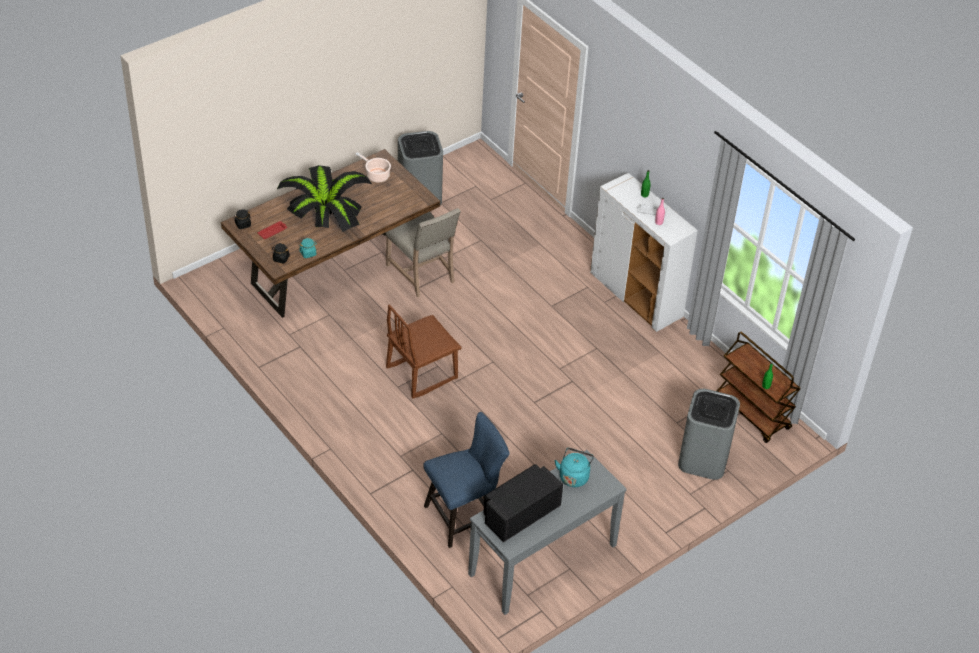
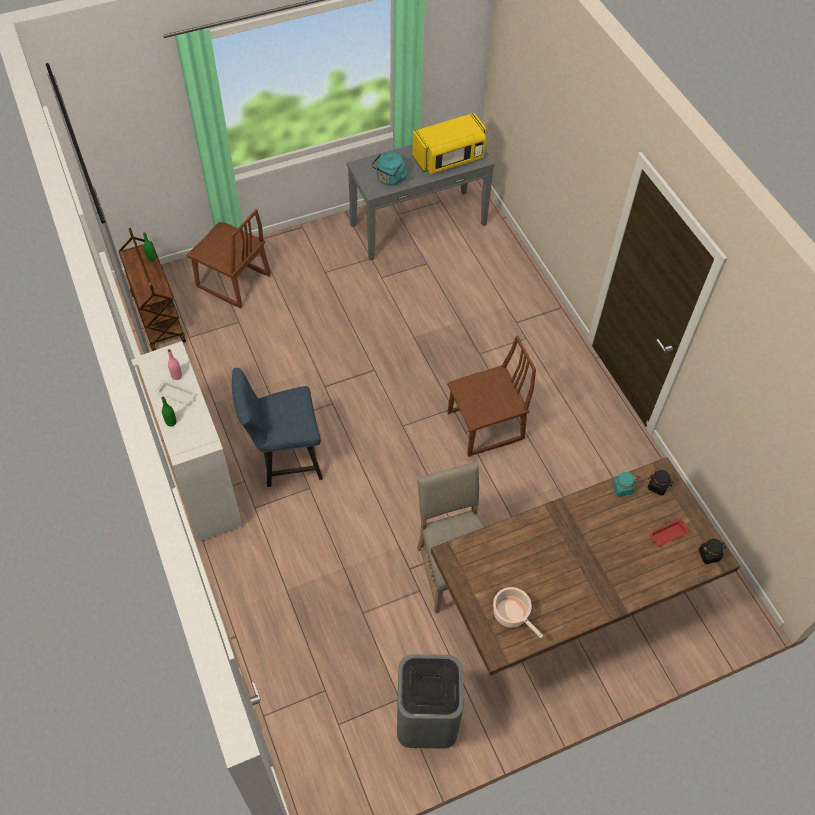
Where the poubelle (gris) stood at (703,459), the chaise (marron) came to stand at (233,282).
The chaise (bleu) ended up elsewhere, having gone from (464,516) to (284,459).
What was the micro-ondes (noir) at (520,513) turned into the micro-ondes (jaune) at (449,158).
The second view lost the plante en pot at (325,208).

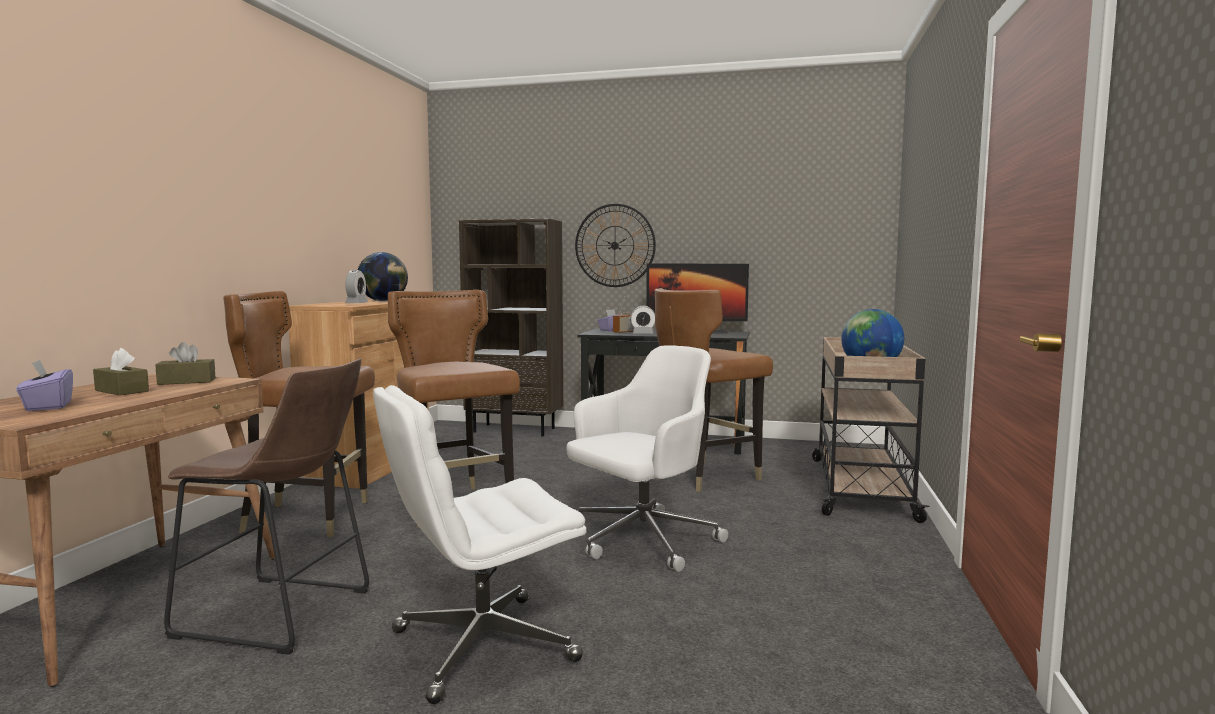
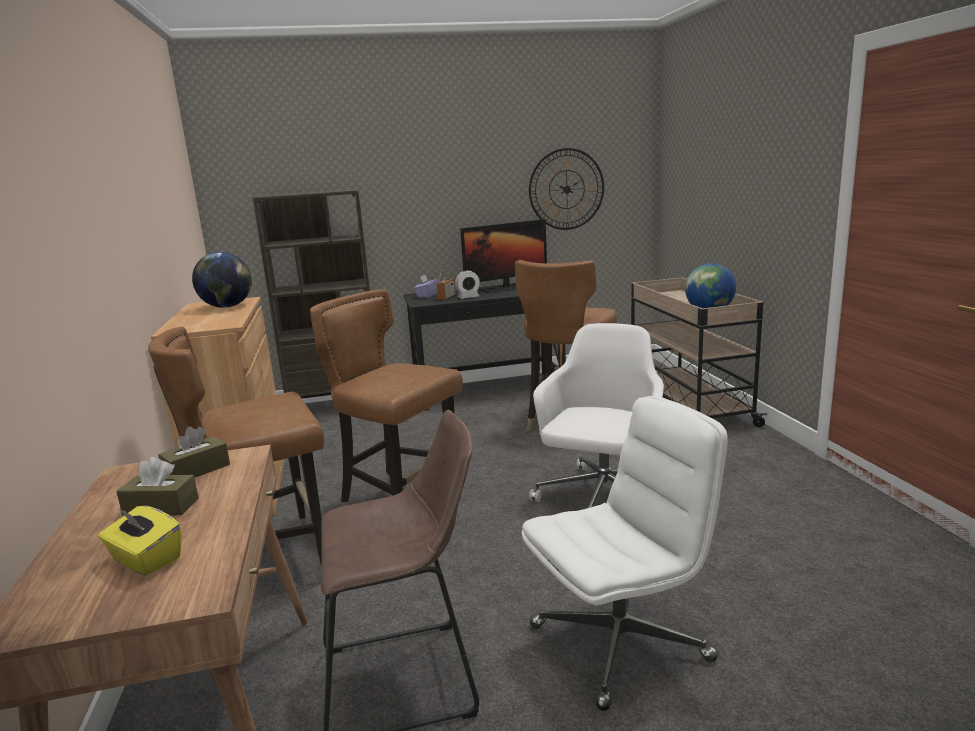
What was the boîte à mouchoirs (violet) at (48,406) turned into the boîte à mouchoirs (jaune) at (145,560).
The chaise de bureau (blanc) at (481,647) ended up facing another way, 150 degrees counterclockwise from before.
The horloge murale ended up elsewhere, having gone from (615,245) to (566,189).
The second view lost the réveil at (356,303).

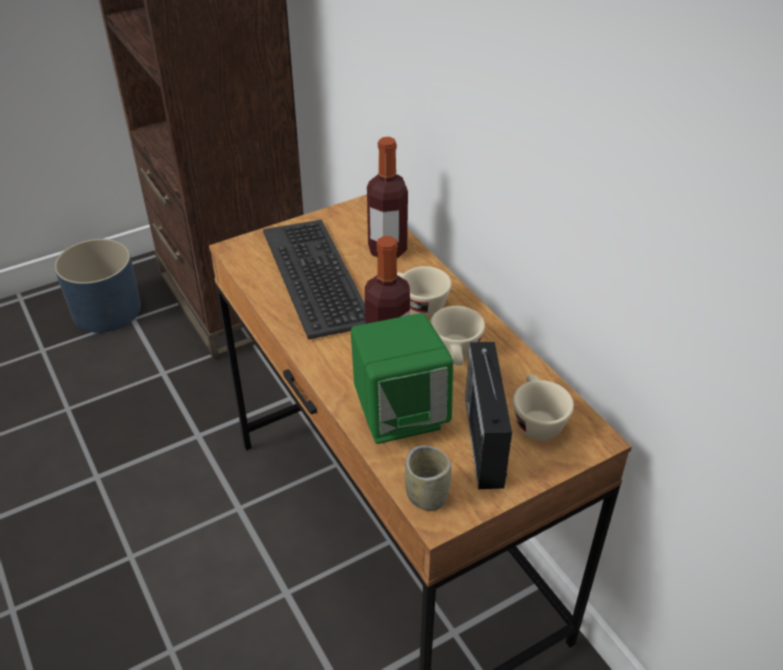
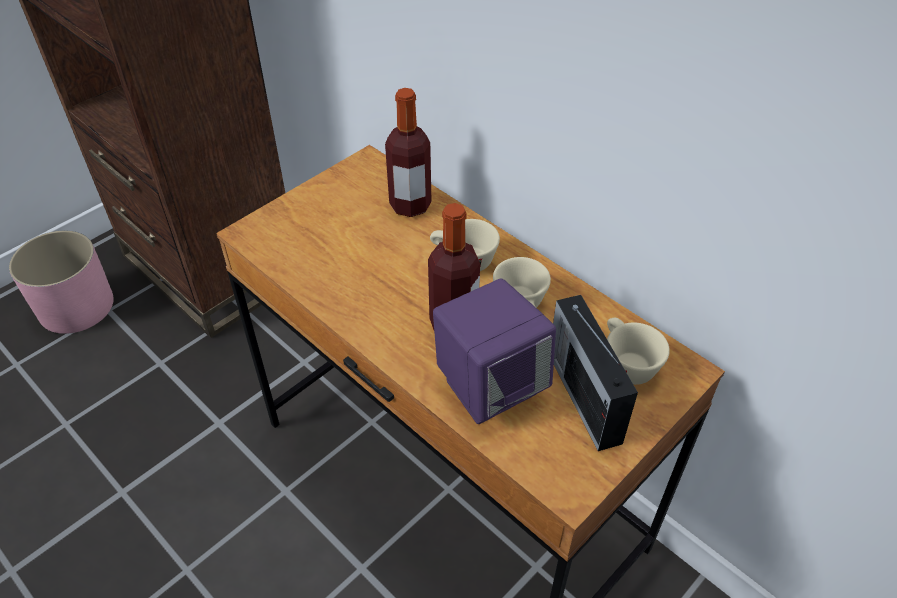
What was the cache-pot (bleu) at (106,311) turned into the cache-pot (rose) at (76,307).
What was the enceinte (vert) at (400,414) turned into the enceinte (violet) at (490,386).
The second view lost the clavier at (317,276).
The second view lost the tasse at (427,496).

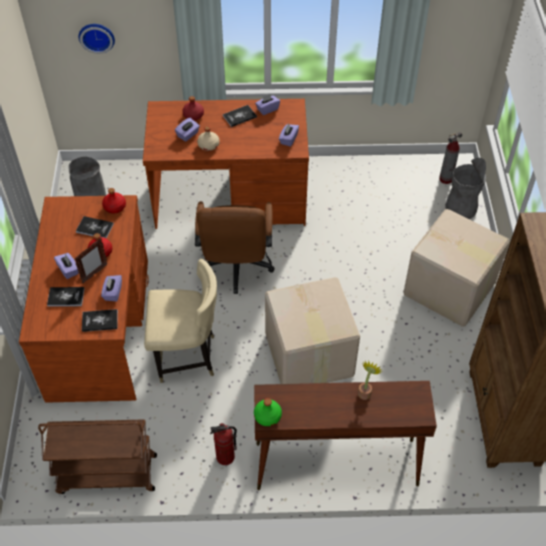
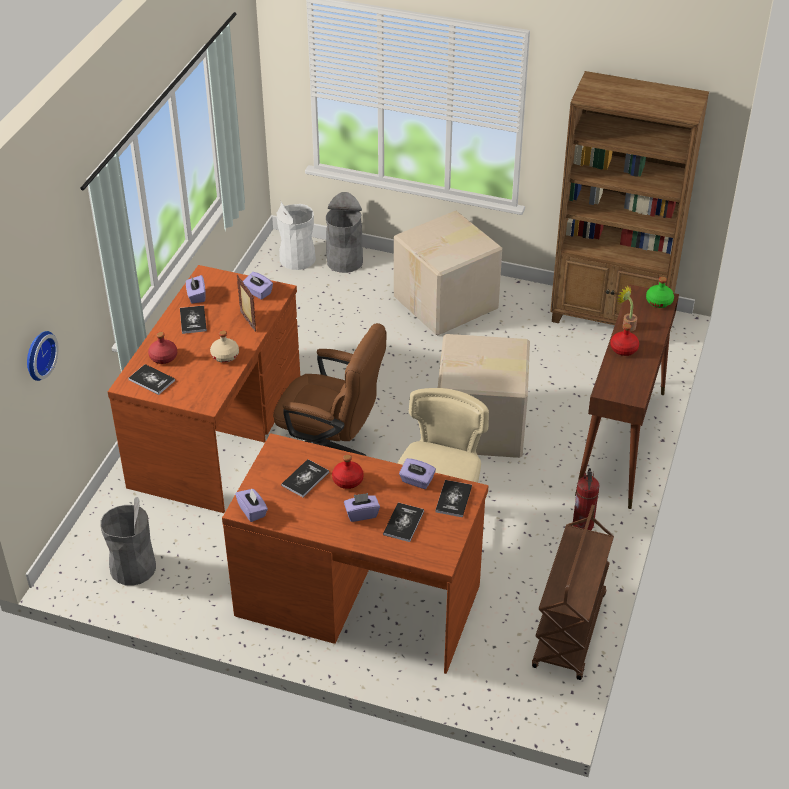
The second view gained the livre at (152,380).
The boîte à mouchoirs (violet) ended up elsewhere, having gone from (188,135) to (252,511).
The cadre photo ended up elsewhere, having gone from (94,274) to (248,322).
Where the extincteur stood at (446,179), the poubelle (blanc) came to stand at (297,259).
The bouteille (rouge) ended up elsewhere, having gone from (115,207) to (624,349).
The bouteille (vert) ended up elsewhere, having gone from (268,416) to (659,301).

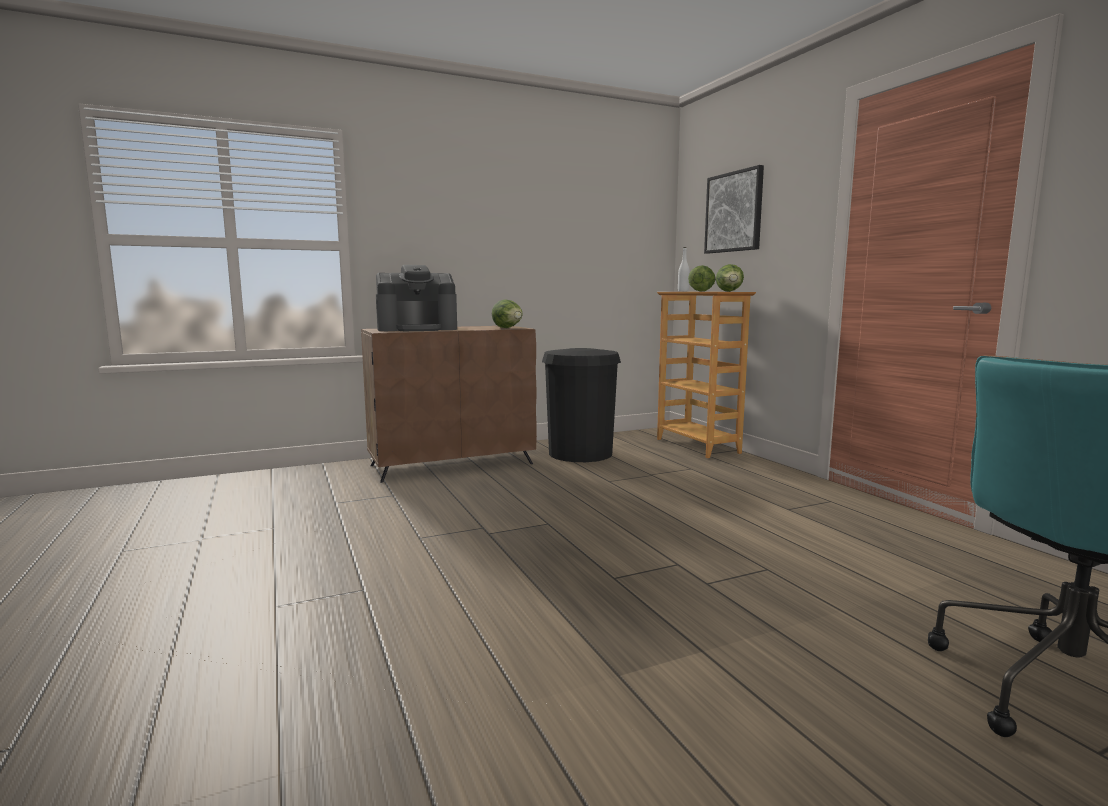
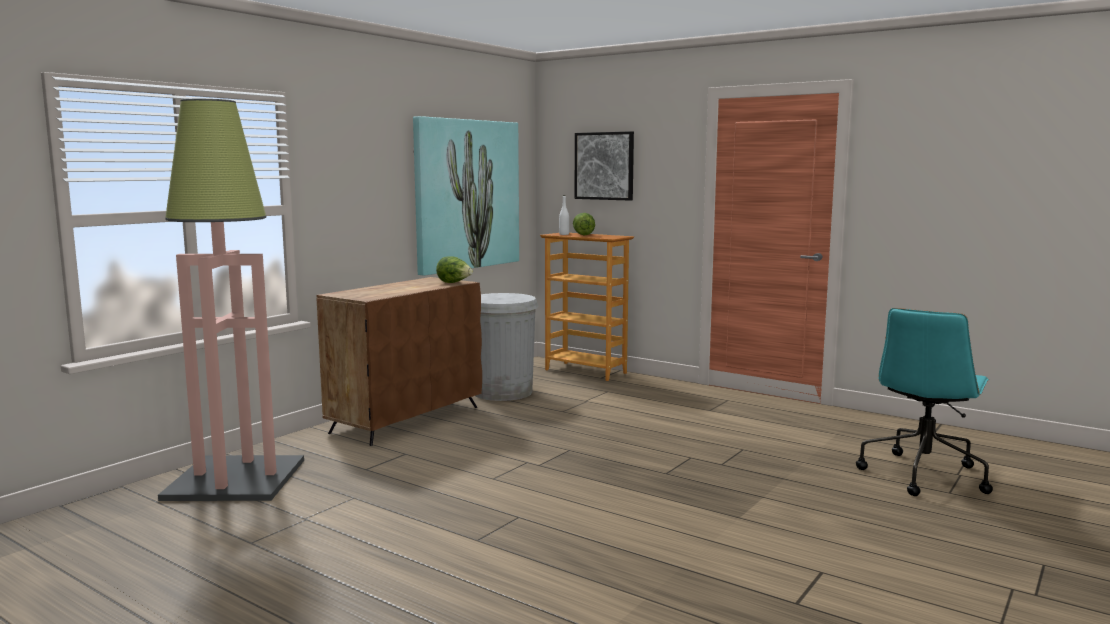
The second view gained the lampadaire at (235,479).
The second view gained the tableau at (466,194).
What was the poubelle (noir) at (580,453) turned into the poubelle (blanc) at (502,392).
The second view lost the machine à café at (417,329).
The second view lost the laitue at (729,291).

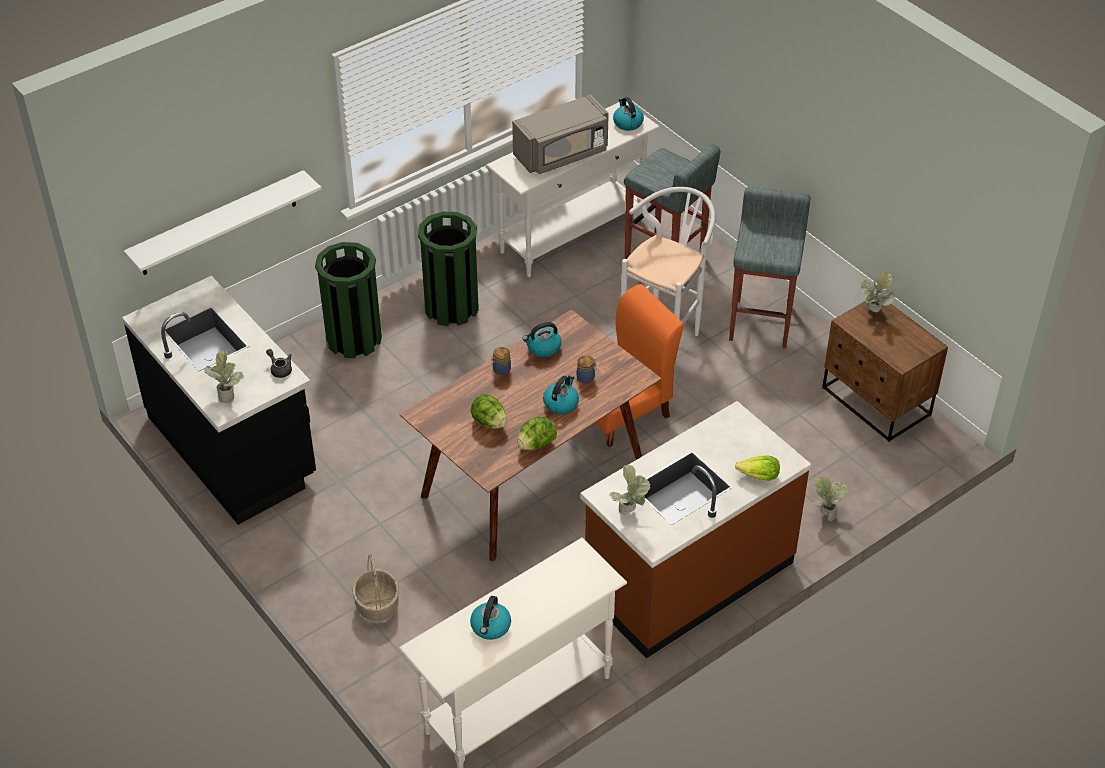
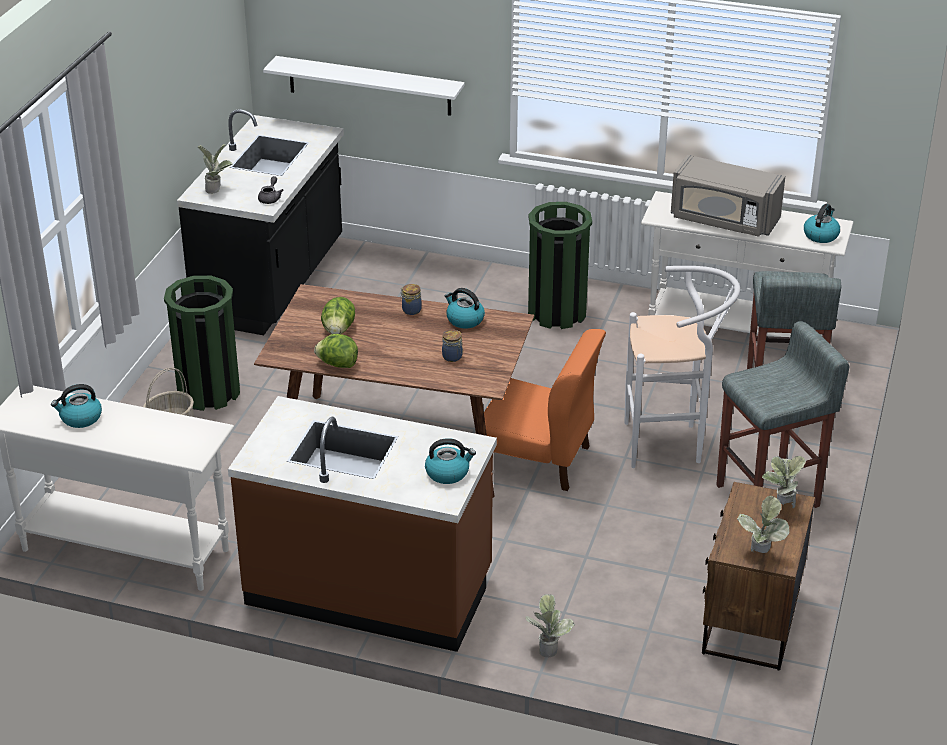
The poubelle (vert) ended up elsewhere, having gone from (354,339) to (209,392).
The bouilloire ended up elsewhere, having gone from (561,403) to (448,473).
The plante en pot ended up elsewhere, having gone from (630,512) to (760,554).
The second view lost the laitue at (758,476).

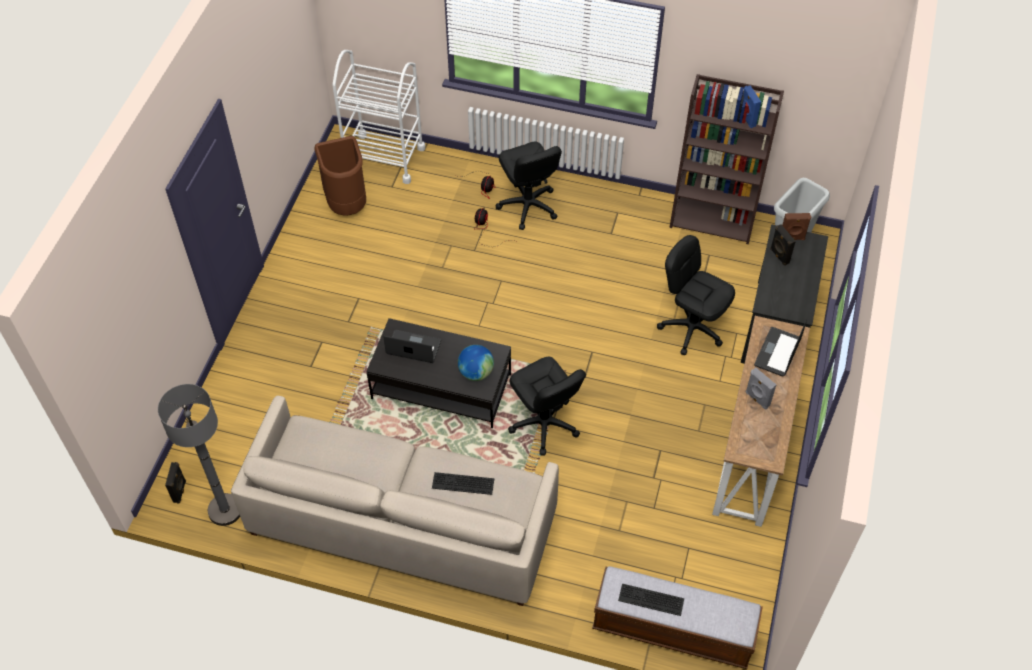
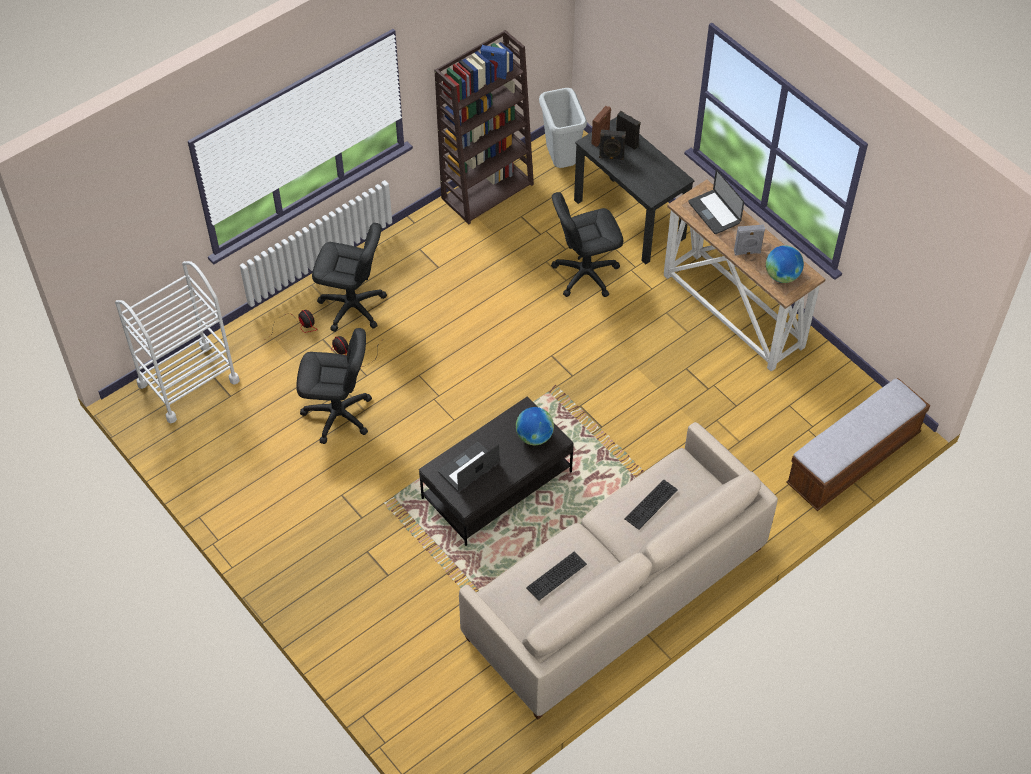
The chaise de bureau (noir) ended up elsewhere, having gone from (544,424) to (338,415).
The clavier ended up elsewhere, having gone from (650,600) to (557,577).
The enceinte (noir) ended up elsewhere, having gone from (180,491) to (627,142).
The second view gained the globe at (782,276).
The second view lost the lampadaire (gris) at (225,510).
The second view lost the poubelle (marron) at (347,204).

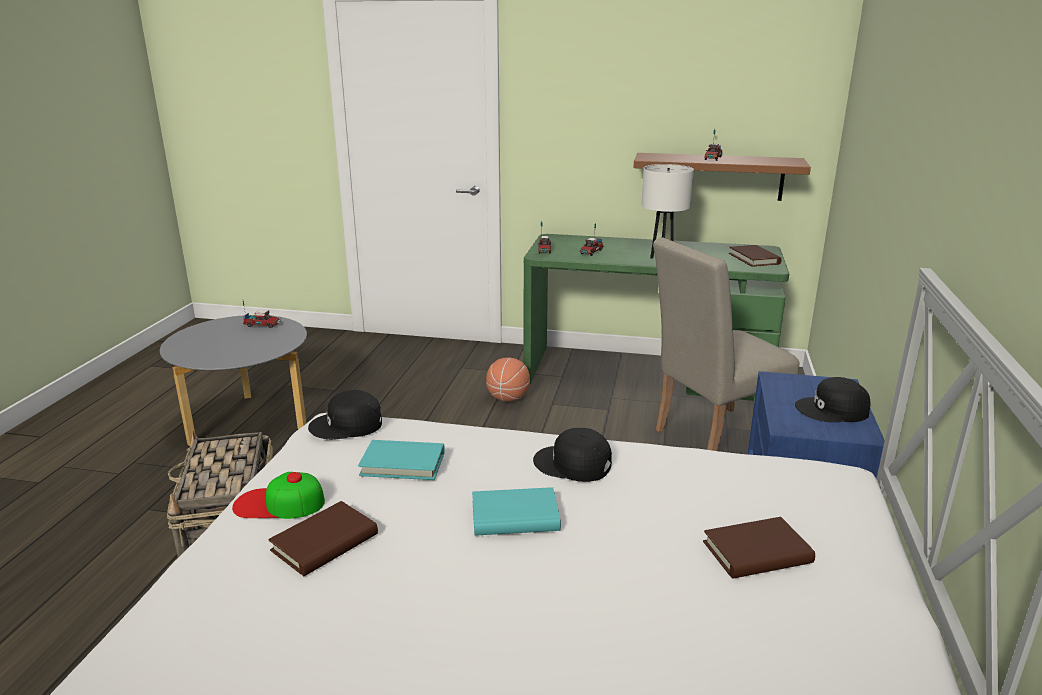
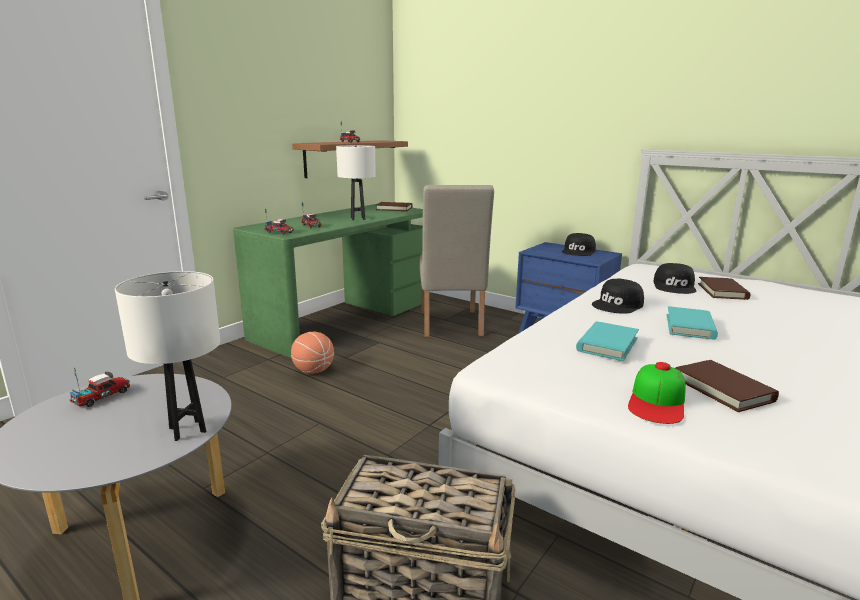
The second view gained the lampe de table (blanc) at (188,430).
The casquette (noir) ended up elsewhere, having gone from (347,425) to (675,286).

